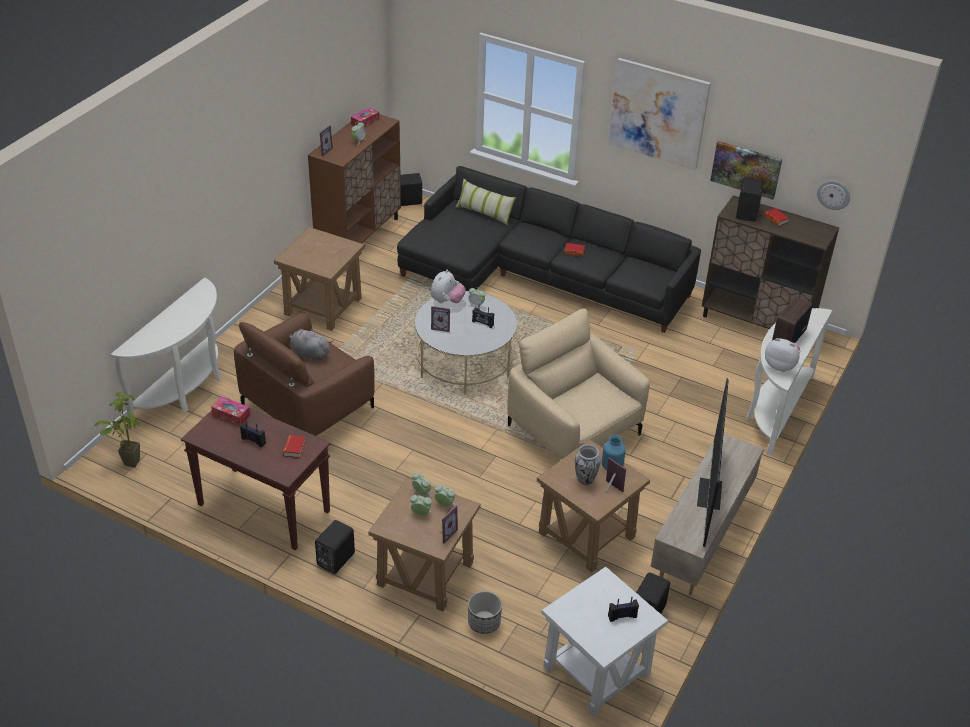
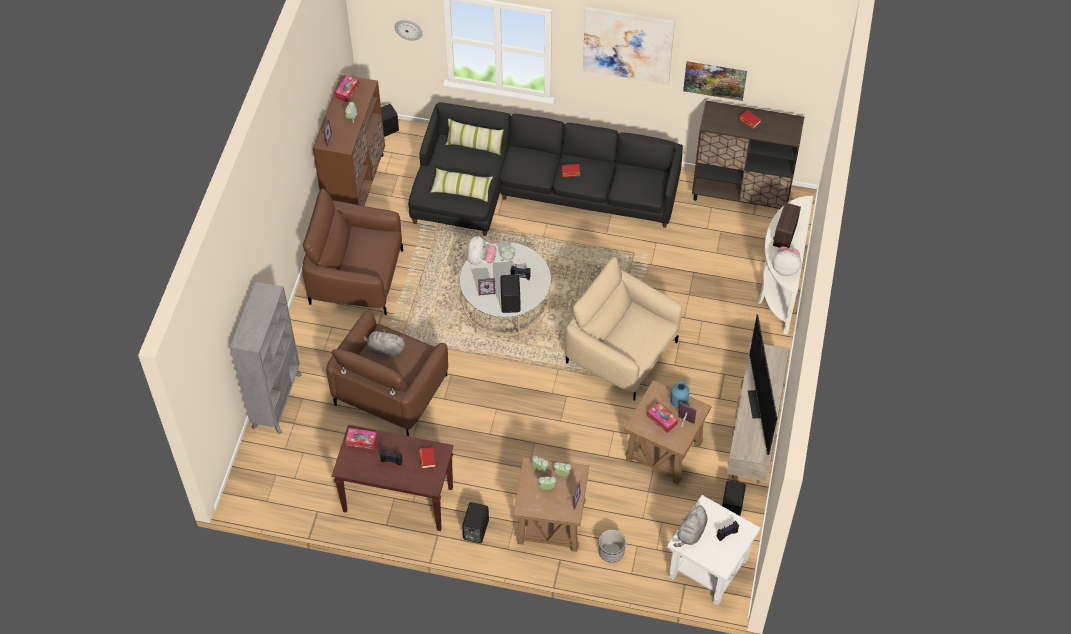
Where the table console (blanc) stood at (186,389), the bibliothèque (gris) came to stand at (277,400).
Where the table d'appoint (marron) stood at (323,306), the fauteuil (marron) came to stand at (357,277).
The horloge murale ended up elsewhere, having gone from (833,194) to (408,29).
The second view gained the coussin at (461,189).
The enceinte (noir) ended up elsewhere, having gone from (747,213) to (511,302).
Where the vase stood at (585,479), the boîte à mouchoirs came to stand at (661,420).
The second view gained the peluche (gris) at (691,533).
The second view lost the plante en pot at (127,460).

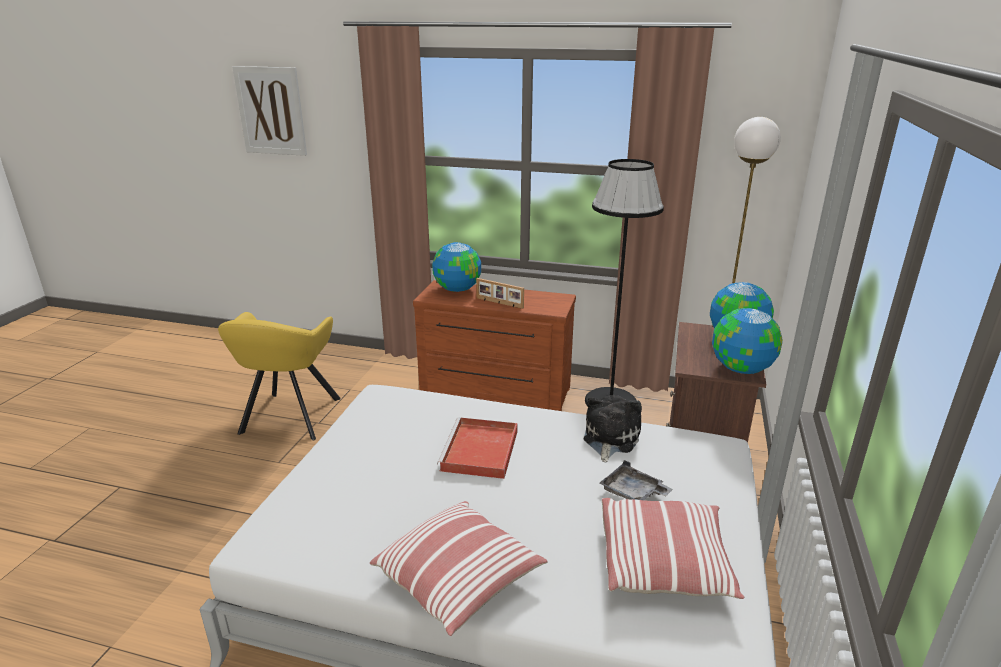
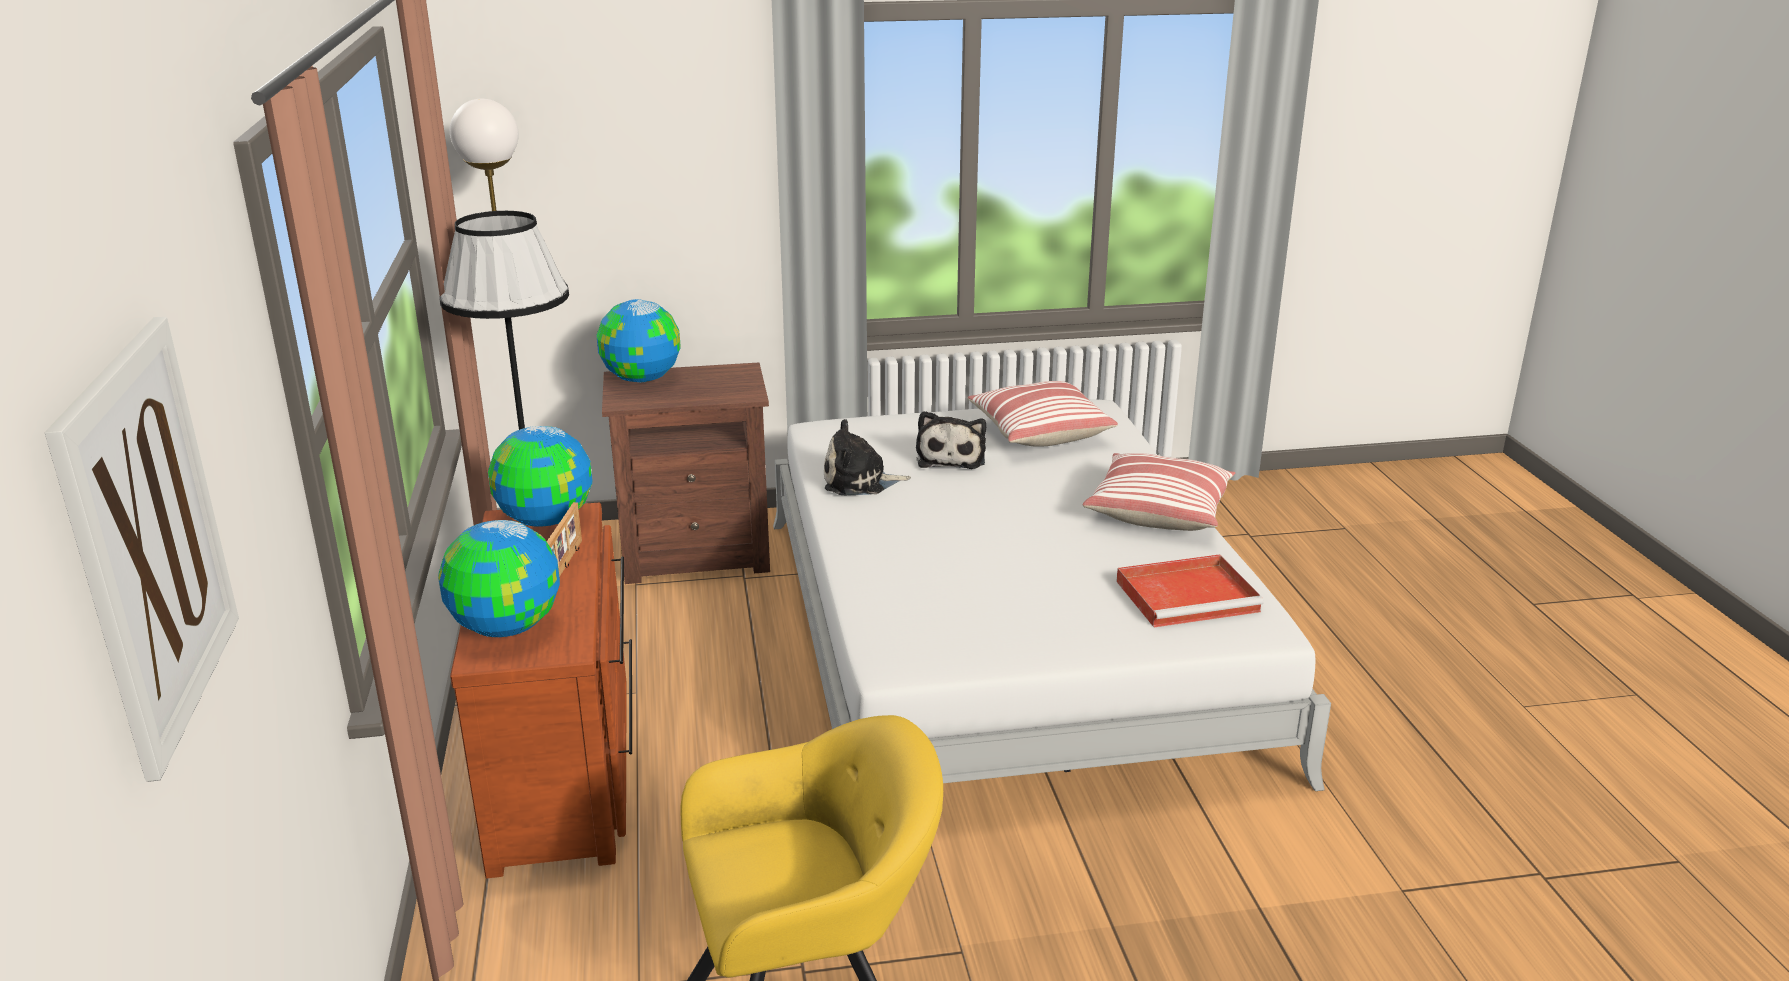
The globe ended up elsewhere, having gone from (740,369) to (546,520).
Where the plateau (gris) stood at (633,492), the peluche came to stand at (951,457).
The plateau (rouge) ended up elsewhere, having gone from (480,452) to (1189,595).

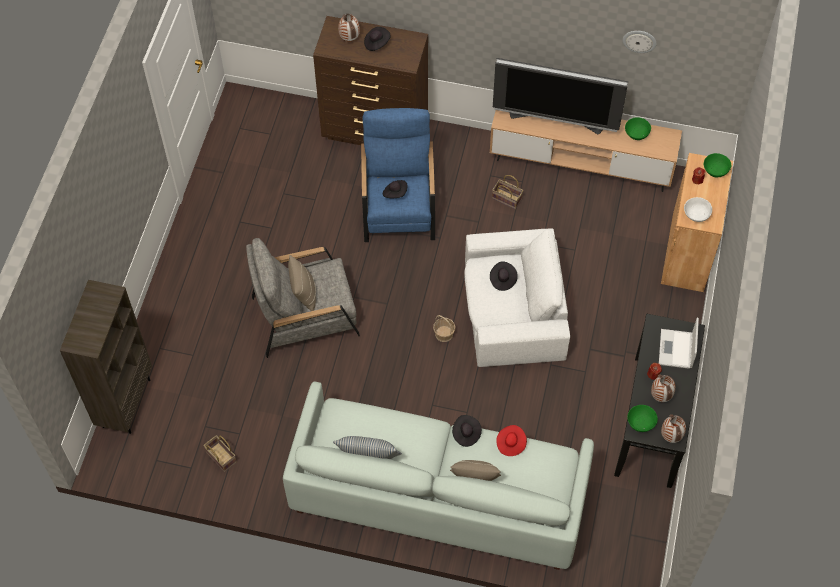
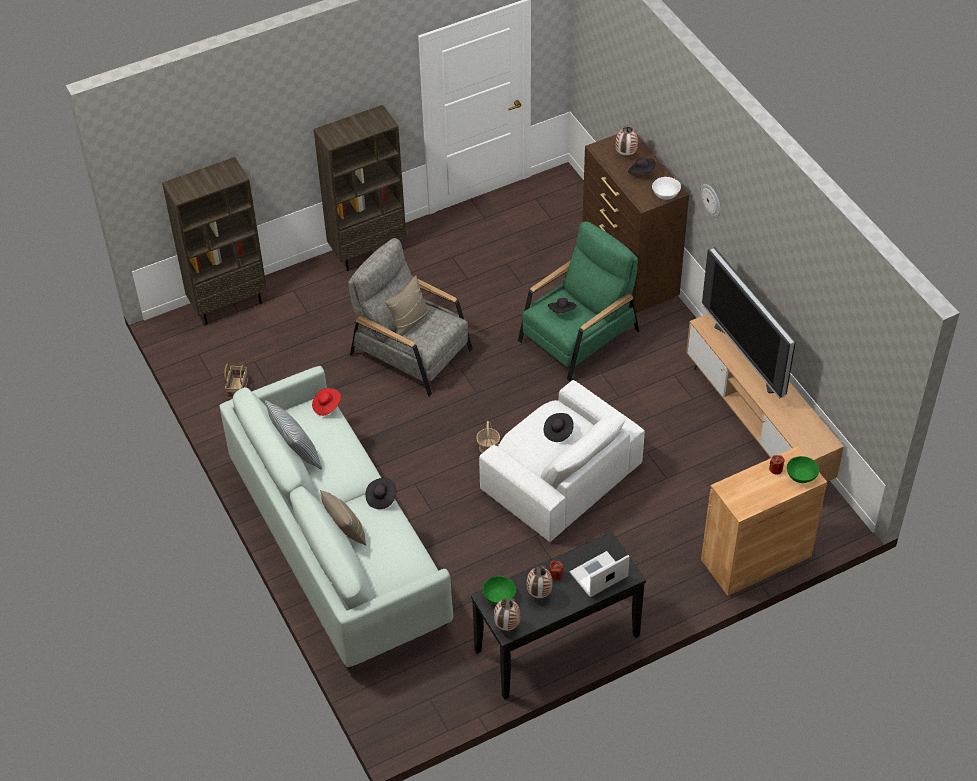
The chapeau (rouge) ended up elsewhere, having gone from (510,444) to (326,406).
The second view gained the bibliothèque (marron) at (368,251).
What was the fauteuil (bleu) at (399,203) turned into the fauteuil (vert) at (578,336).
The bol (blanc) ended up elsewhere, having gone from (696,214) to (665,194).
The horloge murale ended up elsewhere, having gone from (639,40) to (711,200).
The second view lost the panier at (507,199).
The second view lost the bol (vert) at (636,133).

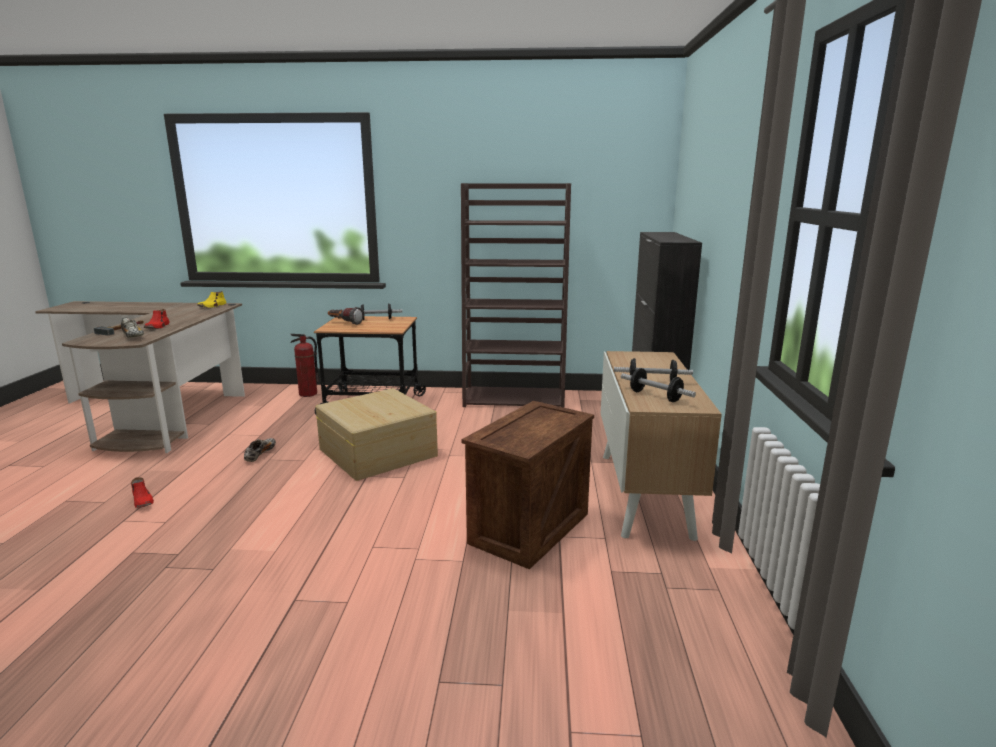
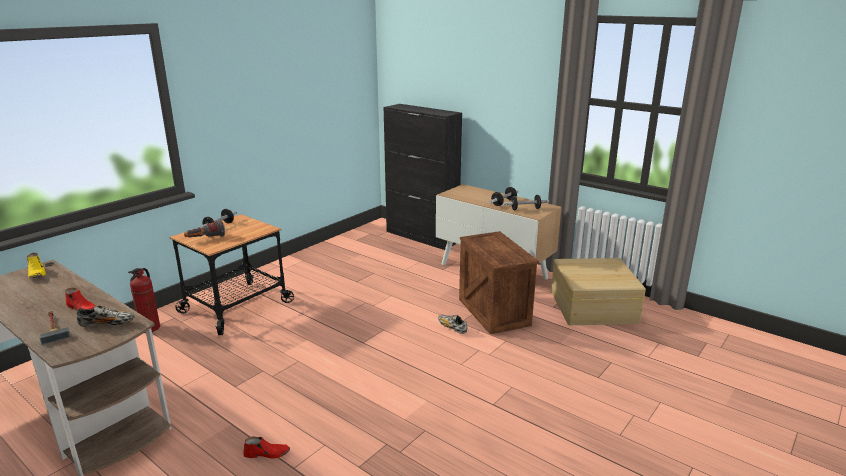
The chaussure ended up elsewhere, having gone from (260,454) to (452,328).
The boîte de rangement (beige) ended up elsewhere, having gone from (377,452) to (592,306).
The second view lost the bibliothèque (marron) at (515,398).

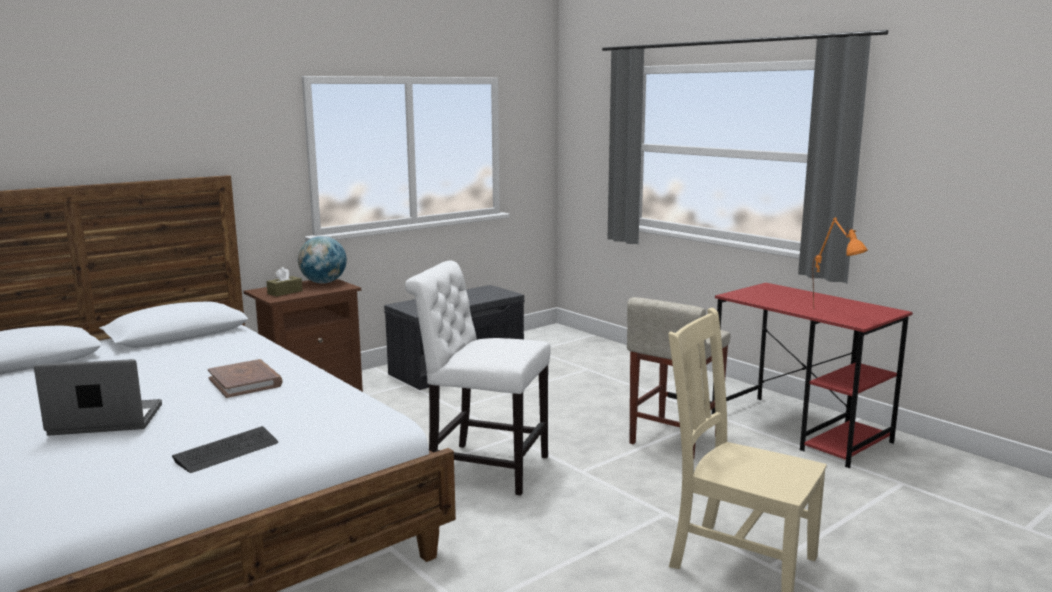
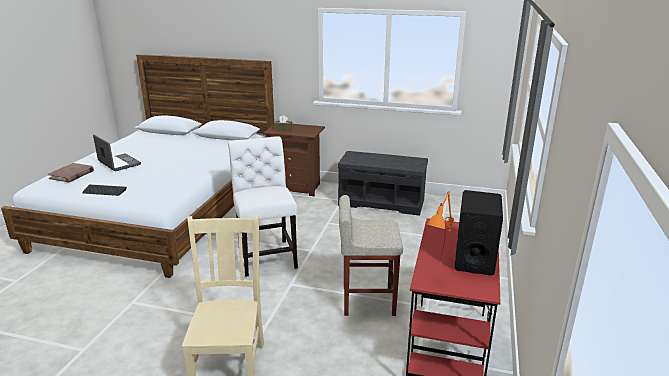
The livre (marron) ended up elsewhere, having gone from (245,382) to (72,174).
The second view gained the enceinte (noir) at (474,259).
The second view lost the globe at (323,282).

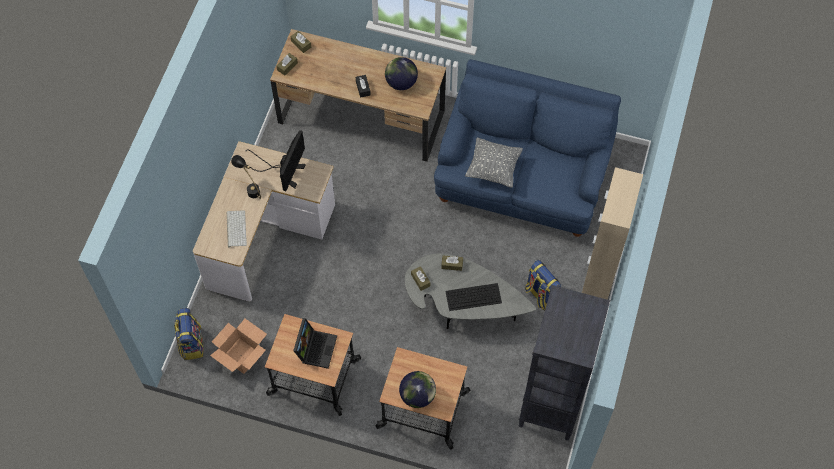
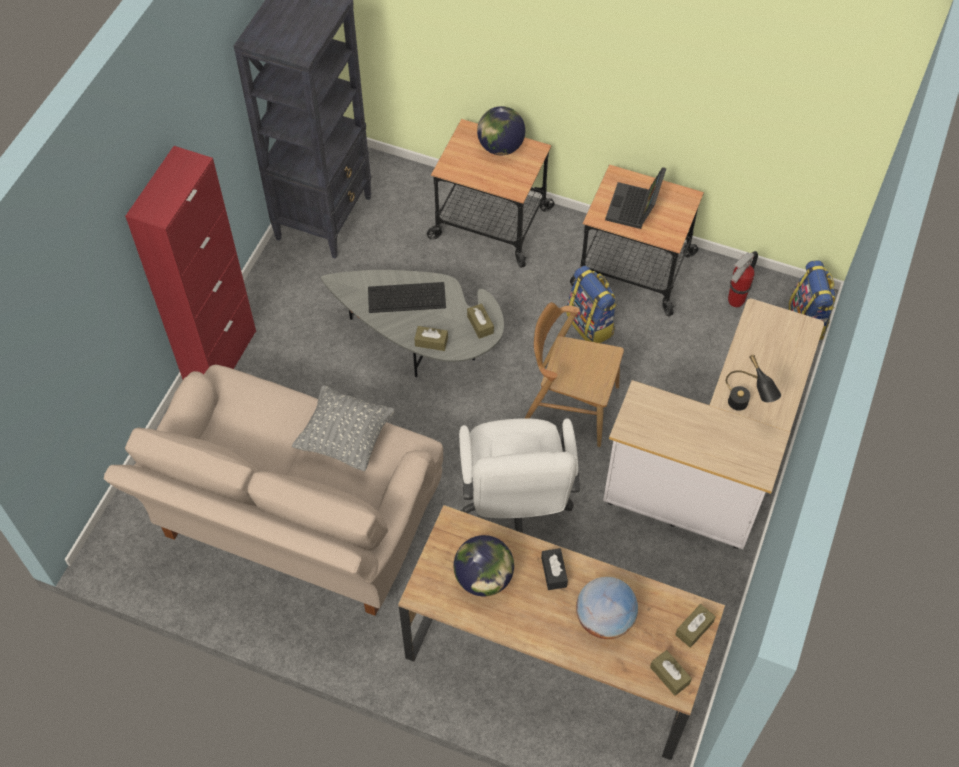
What was the canapé (bleu) at (522,179) turned into the canapé (beige) at (295,521).
What was the meuble de rangement (beige) at (597,283) turned into the meuble de rangement (rouge) at (220,357).
The second view gained the chaise de bureau (blanc) at (515,508).
The second view gained the chaise (marron) at (570,405).
The sac à dos ended up elsewhere, having gone from (541,295) to (591,325).
The second view gained the globe at (604,619).
Where the carton stood at (241,356), the extincteur came to stand at (735,301).
The second view lost the clavier at (235,228).
The second view lost the écran d'ordinateur at (283,171).

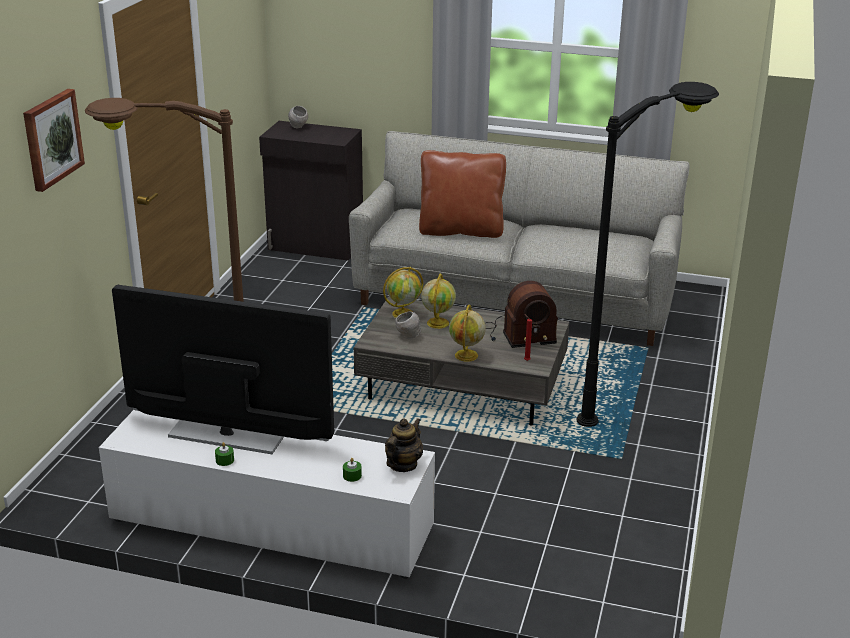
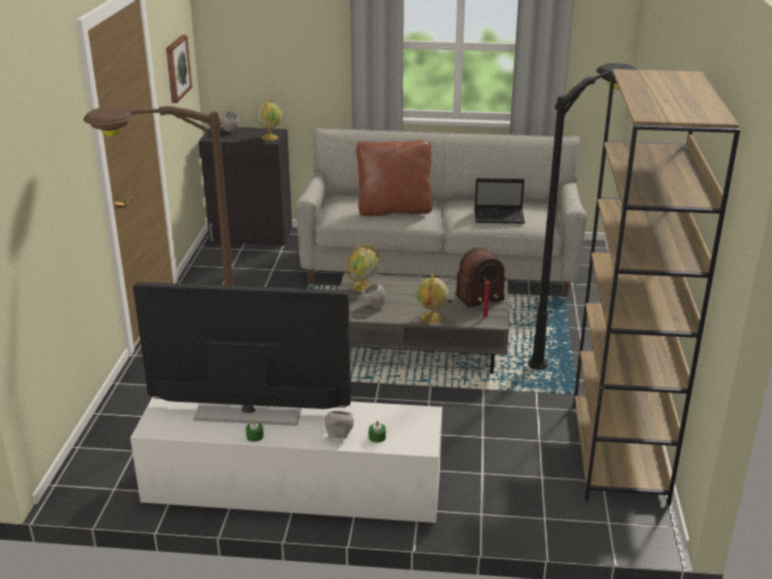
The tableau ended up elsewhere, having gone from (51,139) to (177,68).
The globe ended up elsewhere, having gone from (437,323) to (269,137).
The second view gained the bol (gris) at (339,436).
The second view gained the ordinateur portable at (500,217).
The second view gained the bibliothèque (marron) at (619,452).
The second view lost the théière at (403,465).

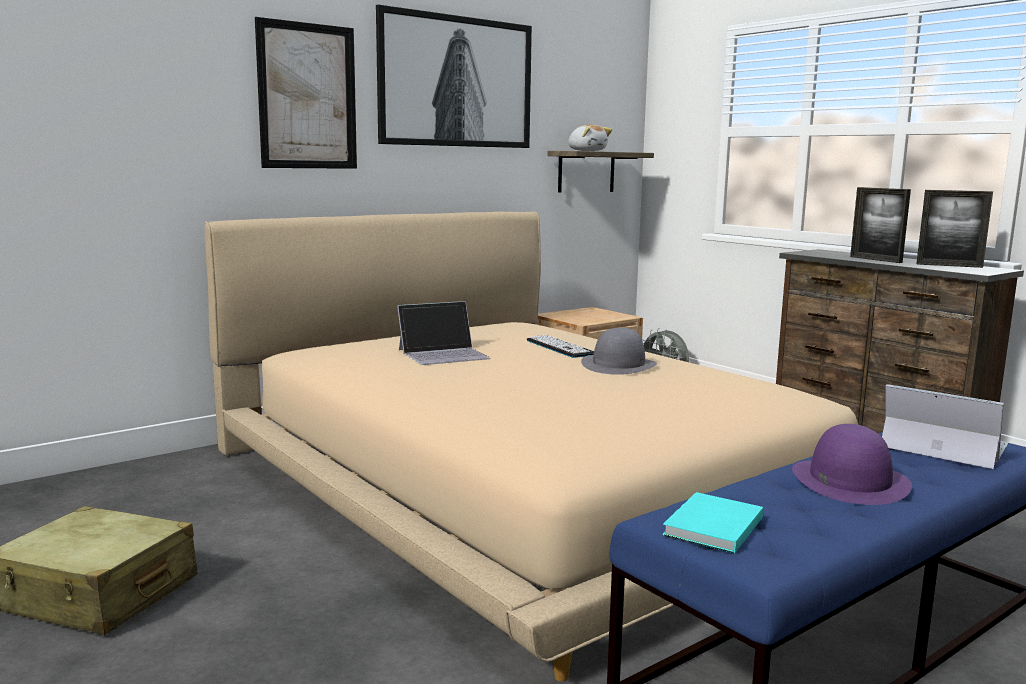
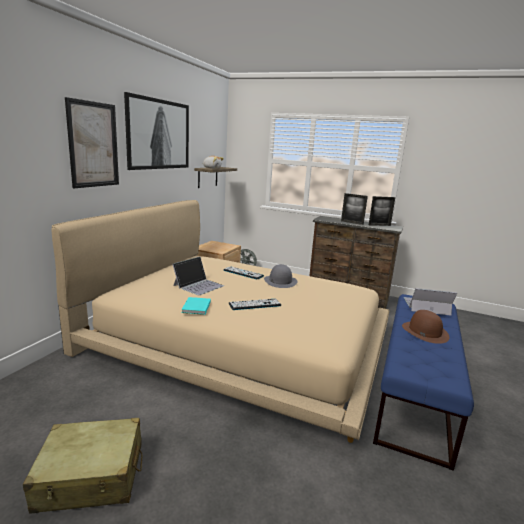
The livre (turquoise) ended up elsewhere, having gone from (711,527) to (195,307).
The second view gained the clavier at (255,304).
What was the chapeau (violet) at (849,481) turned into the chapeau (marron) at (424,331).

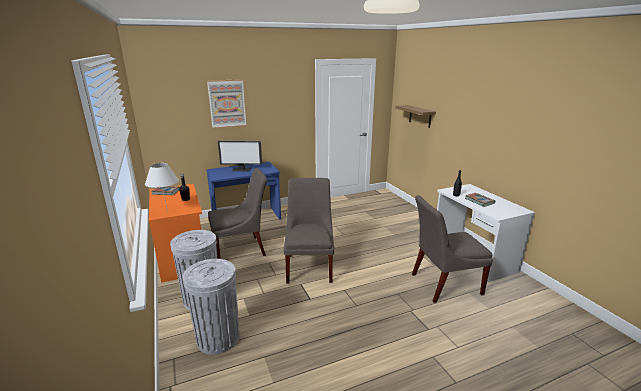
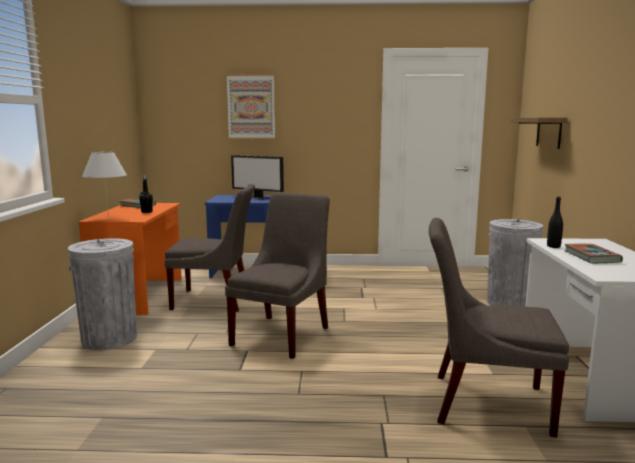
The poubelle (gris) ended up elsewhere, having gone from (218,338) to (509,302).

